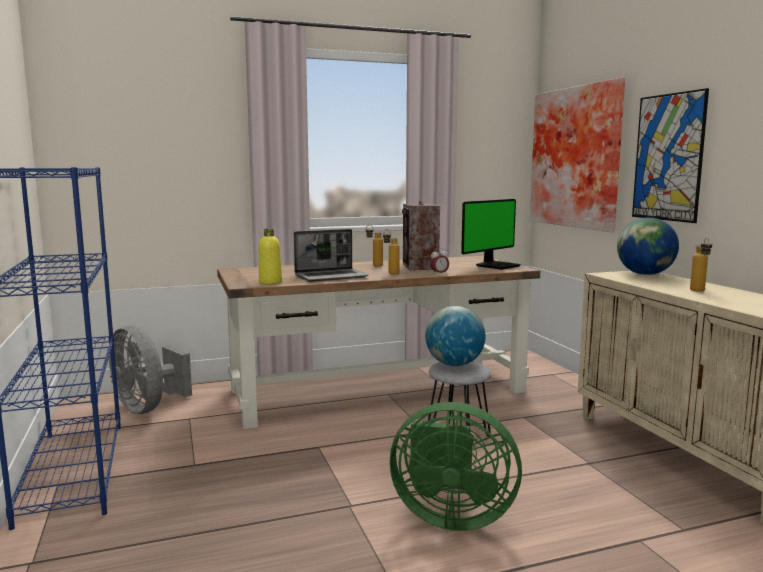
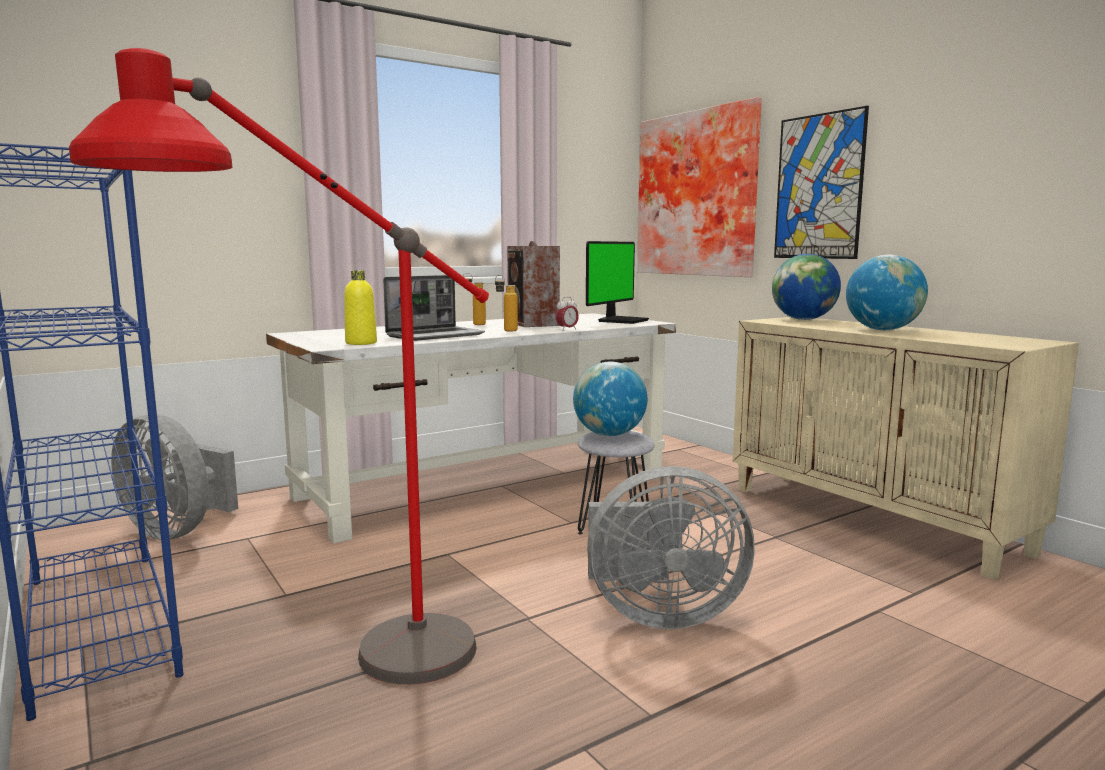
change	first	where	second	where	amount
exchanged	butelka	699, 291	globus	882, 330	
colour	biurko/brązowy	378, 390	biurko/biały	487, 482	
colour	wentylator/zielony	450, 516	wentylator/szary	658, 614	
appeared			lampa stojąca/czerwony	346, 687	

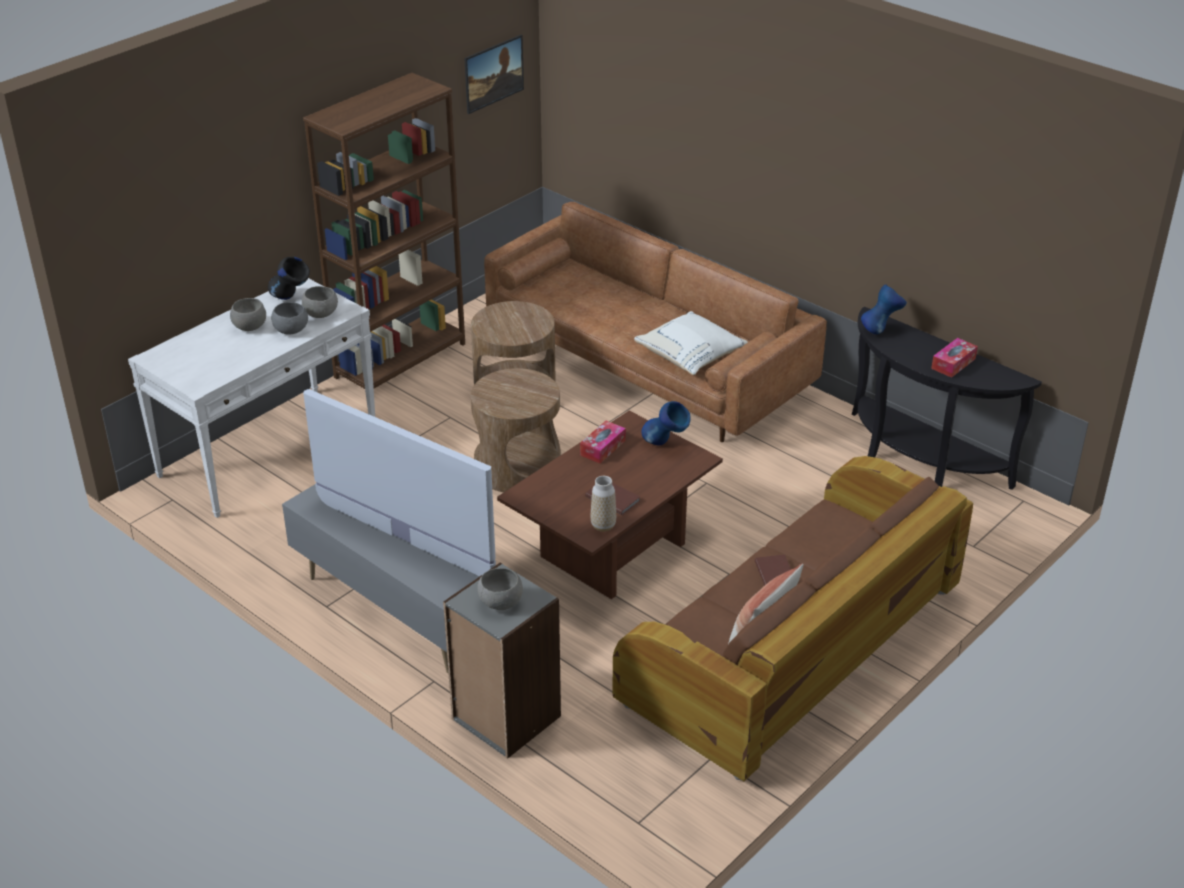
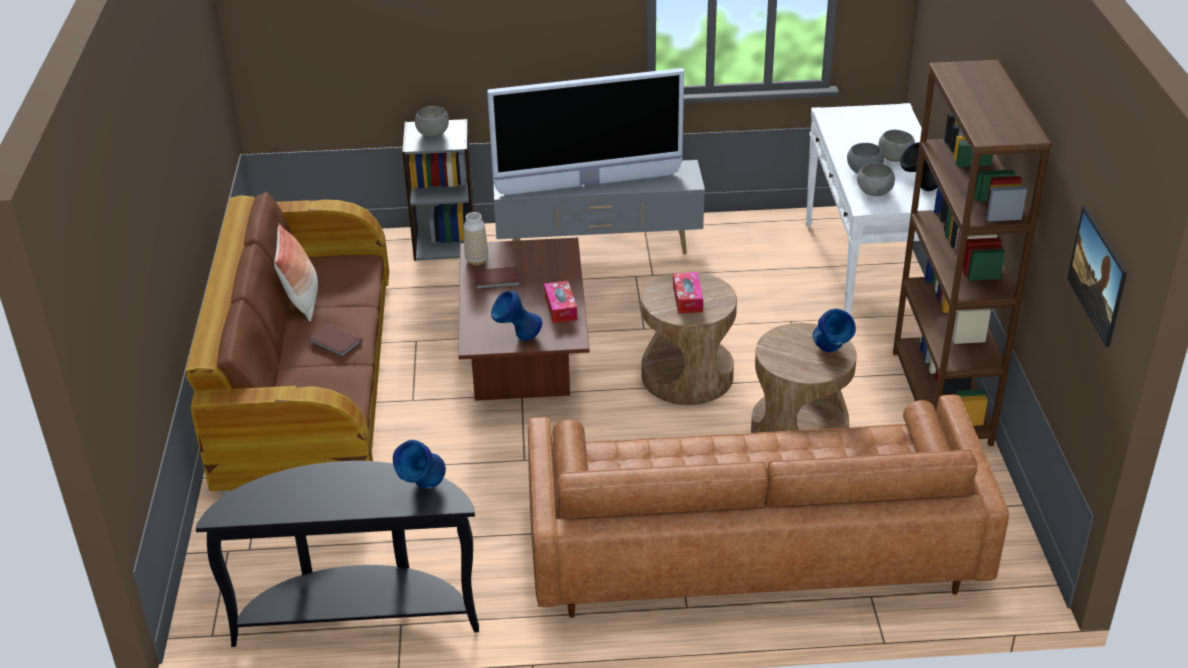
change	first	where	second	where	amount
missing	poduszka/biały	691, 357			
relocated	pudełko chusteczek	953, 363		687, 299	
appeared			wazon/niebieski	831, 354	

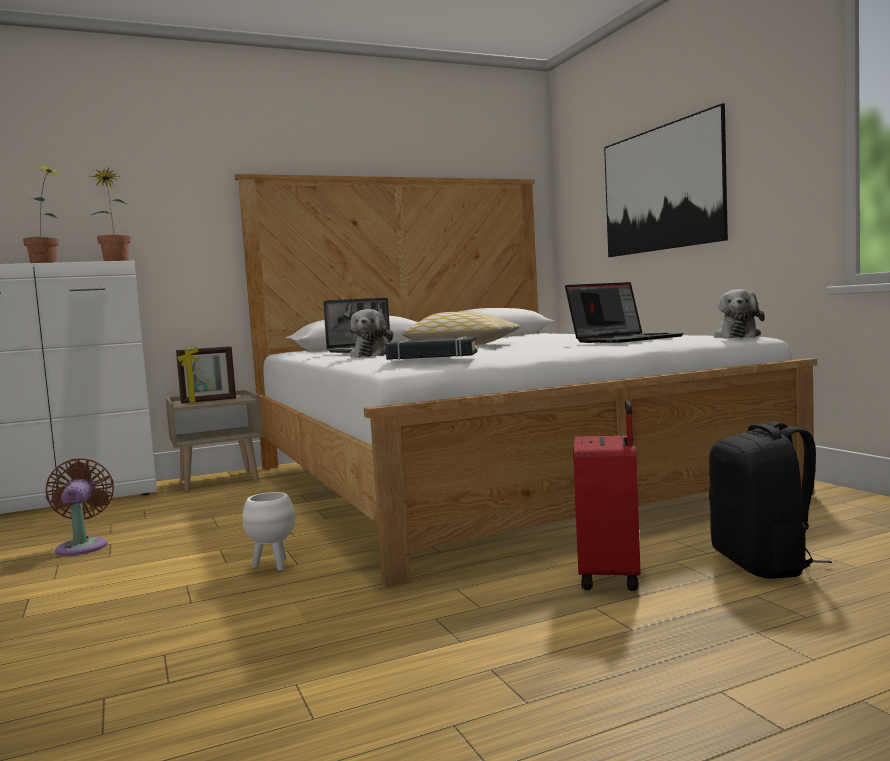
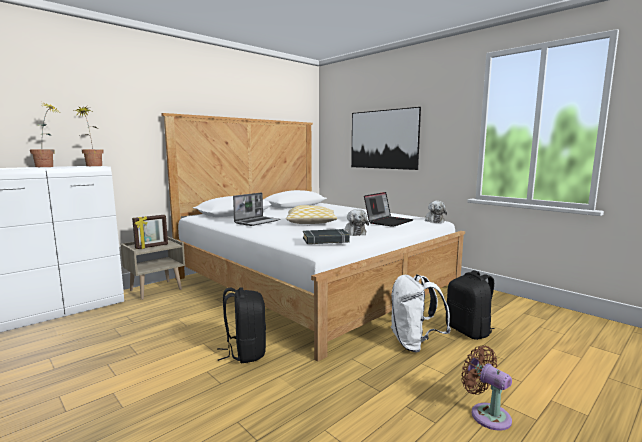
change	first	where	second	where	amount
relocated	pluszak	372, 355		354, 232	
exchanged	walizka/czerwony	611, 576	plecak/biały	414, 344	
relocated	wentylator/brązowy	83, 546		486, 414	
exchanged	donica/biały	272, 566	plecak/czarny	245, 352	

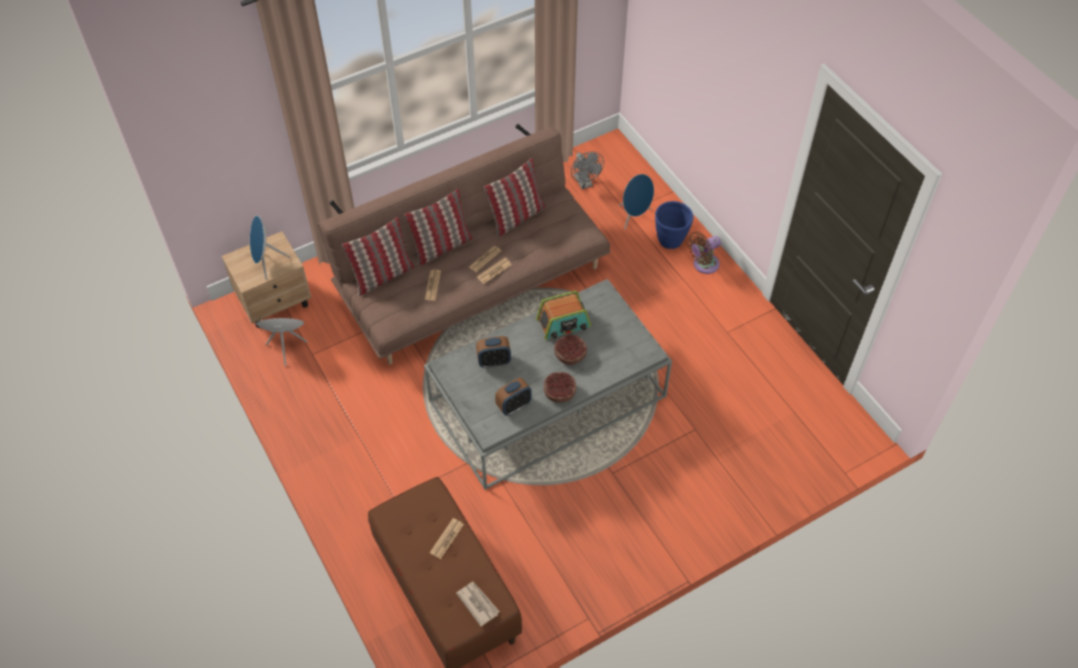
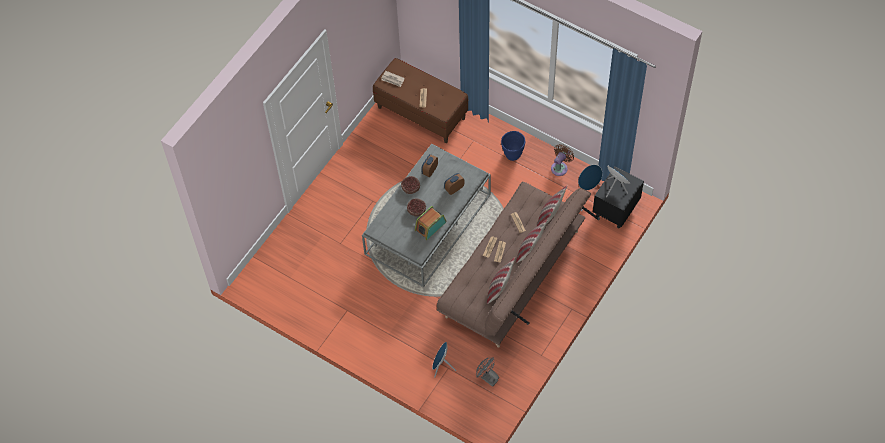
change	first	where	second	where	amount
relocated	donica/niebieski	670, 241		512, 155	
colour	szafka nocna/beżowy	275, 302	szafka nocna/czarny	615, 210	
relocated	wentylator/brązowy	703, 265		560, 167	

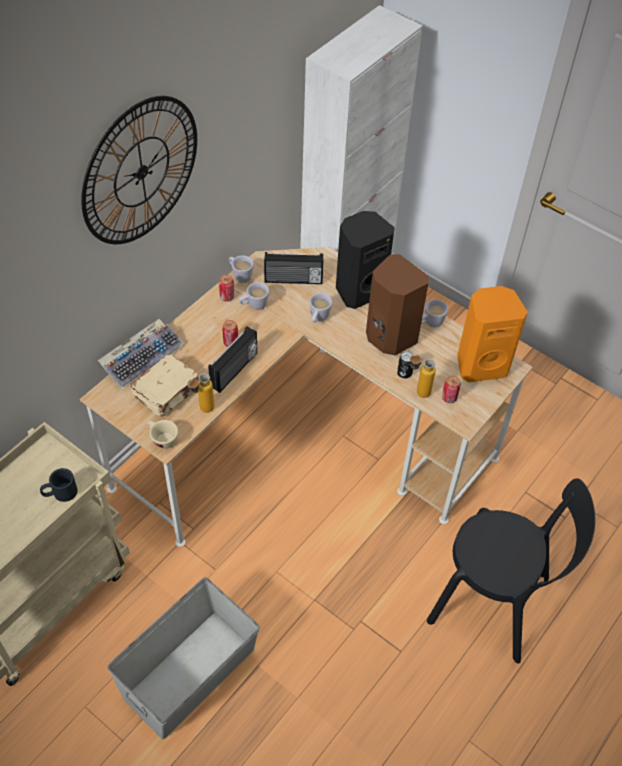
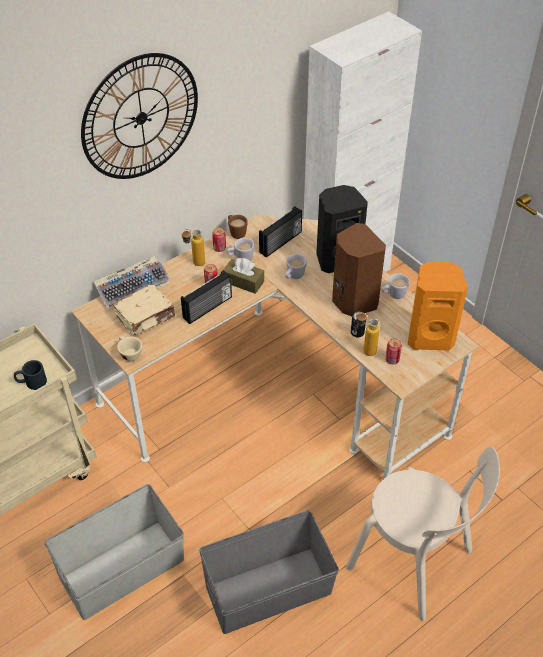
change	first	where	second	where	amount
spun	radio	293, 280		281, 242	60 degrees counterclockwise
colour	kubek/biały	240, 275	kubek/brązowy	236, 232	
relocated	butelka	202, 411		194, 264	
colour	krzesło/czarny	495, 602	krzesło/beżowy	414, 563	
appeared			pudełko chusteczek/brązowy	243, 281	
appeared			pojemnik do przechowywania/szary	267, 589	

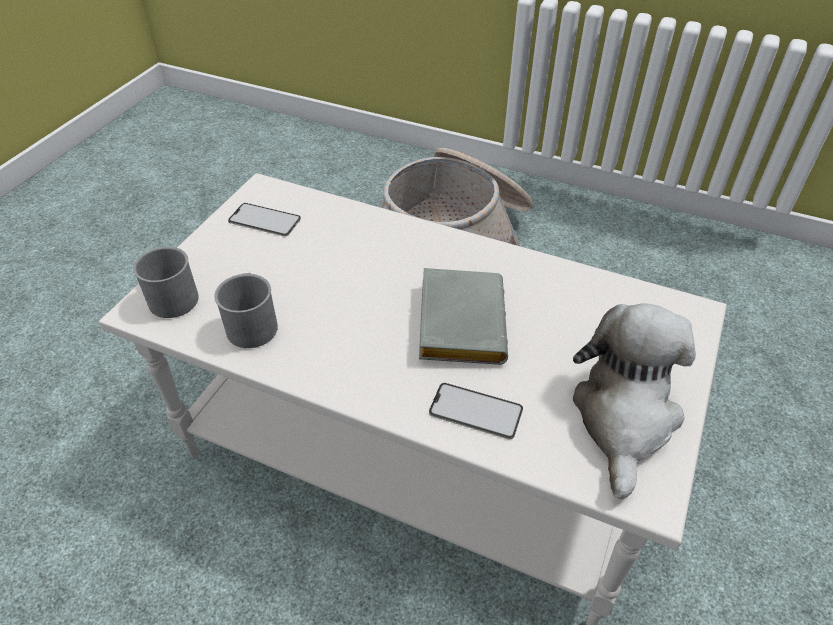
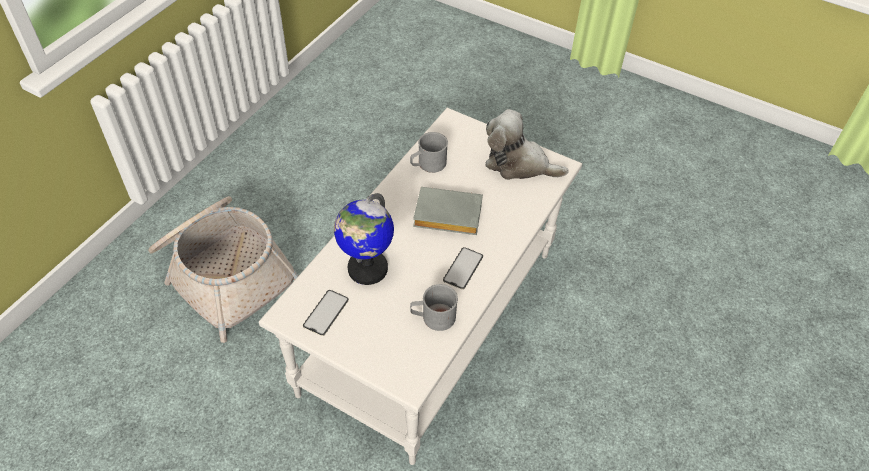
change	first	where	second	where	amount
relocated	kubek/szary	170, 296		428, 164	
relocated	telefon	475, 411		463, 268	
appeared			globus	367, 268	

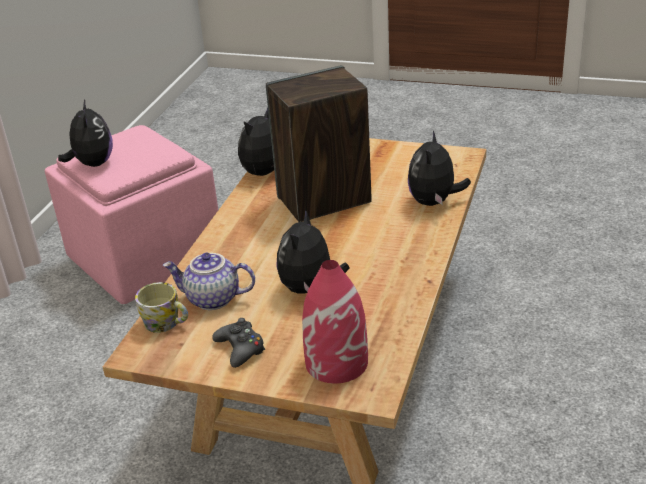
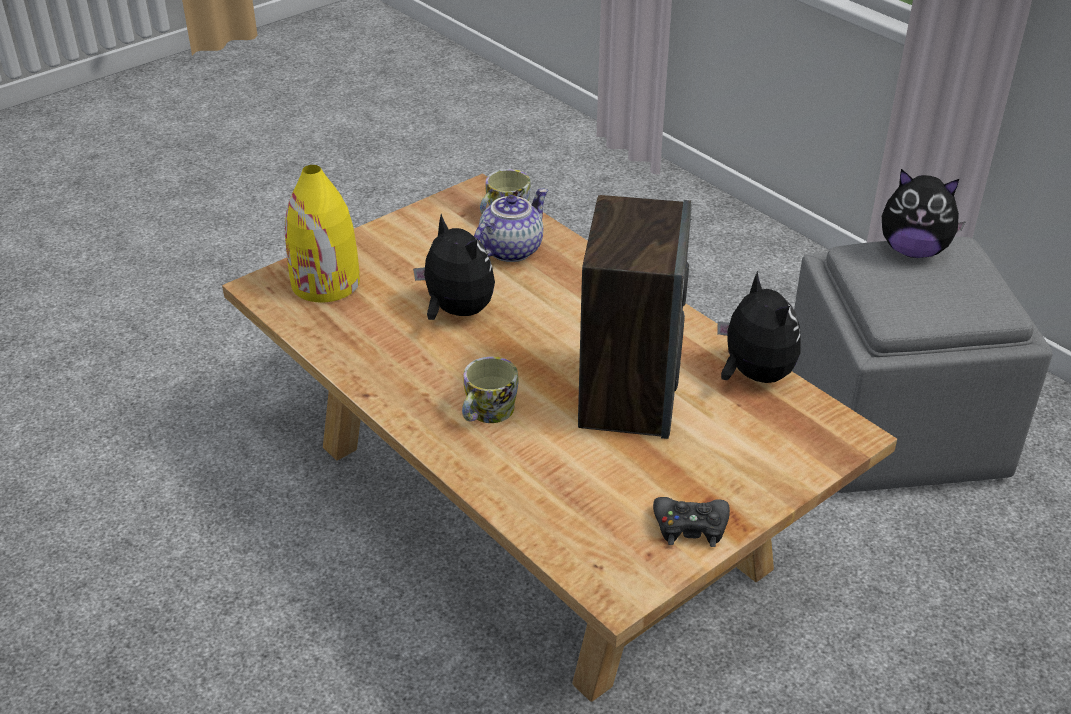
change	first	where	second	where	amount
colour	pufa/różowy	146, 258	pufa/szary	895, 431	
missing	pluszak	434, 202			
colour	wazon/czerwony	337, 362	wazon/żółty	326, 283	
relocated	pad do gier/czarny	240, 349		690, 527	
appeared			kubek	486, 413	

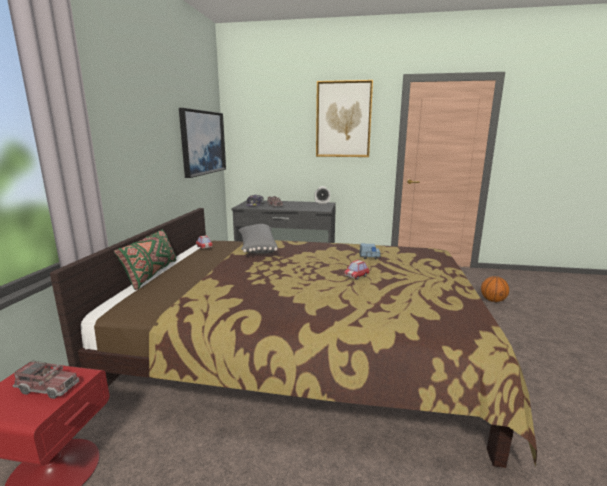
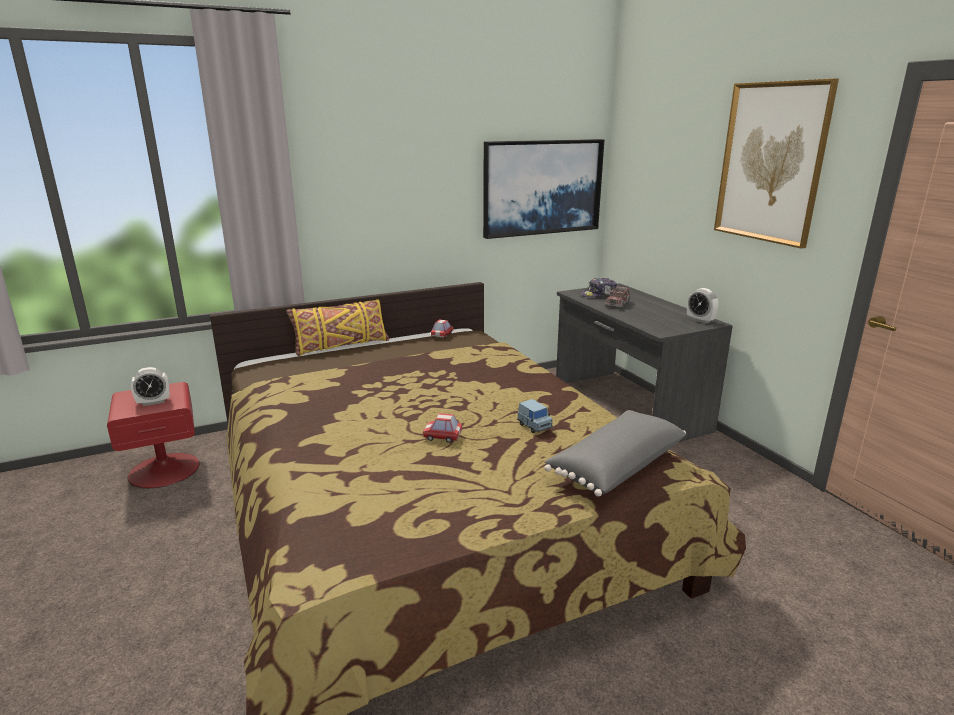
change	first	where	second	where	amount
relocated	poduszka/szary	257, 248		615, 466	
colour	poduszka/zielony	151, 274	poduszka/żółty	341, 346	
missing	piłka do koszykówki	493, 300			
exchanged	ciężarówka zabawkowa	48, 387	budzik	153, 402	

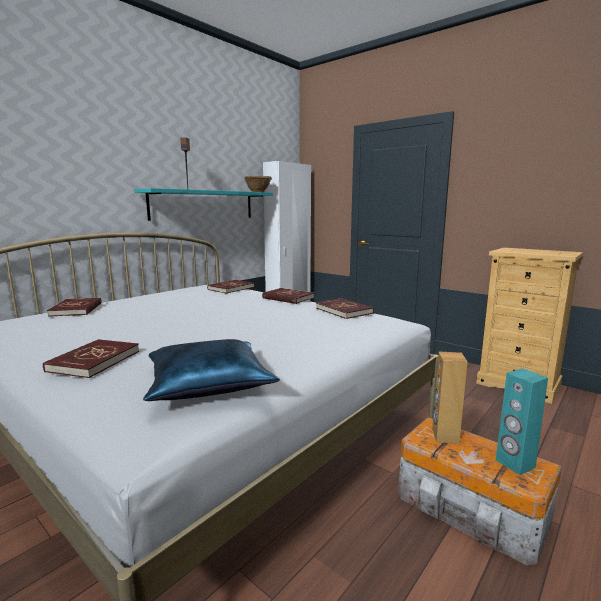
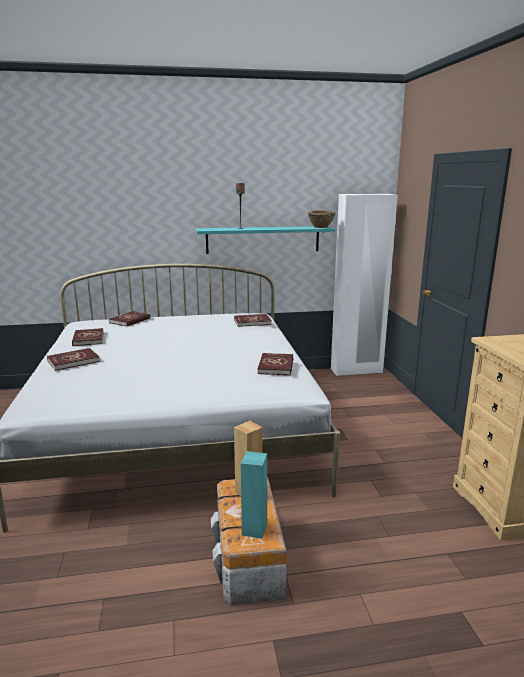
change	first	where	second	where	amount
relocated	książka/czerwony	288, 298		88, 339	
missing	poduszka/niebieski	209, 383			

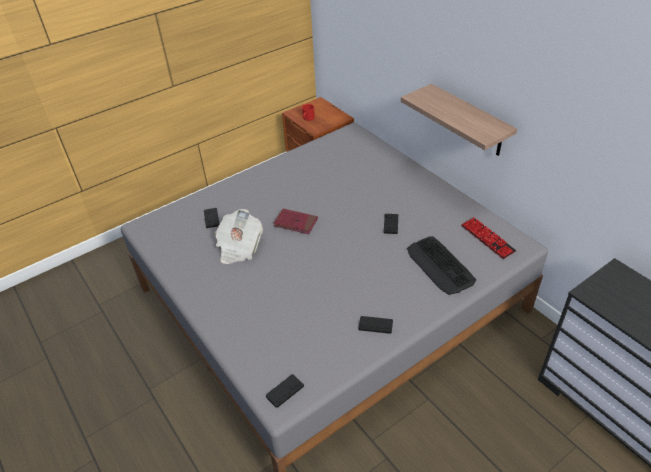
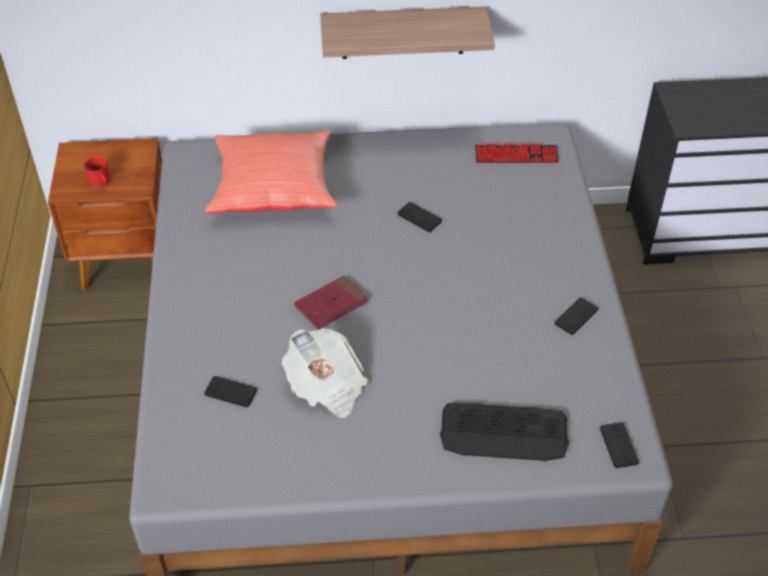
change	first	where	second	where	amount
relocated	klawiatura	440, 265		504, 432	
appeared			poduszka/czerwony	273, 189	

